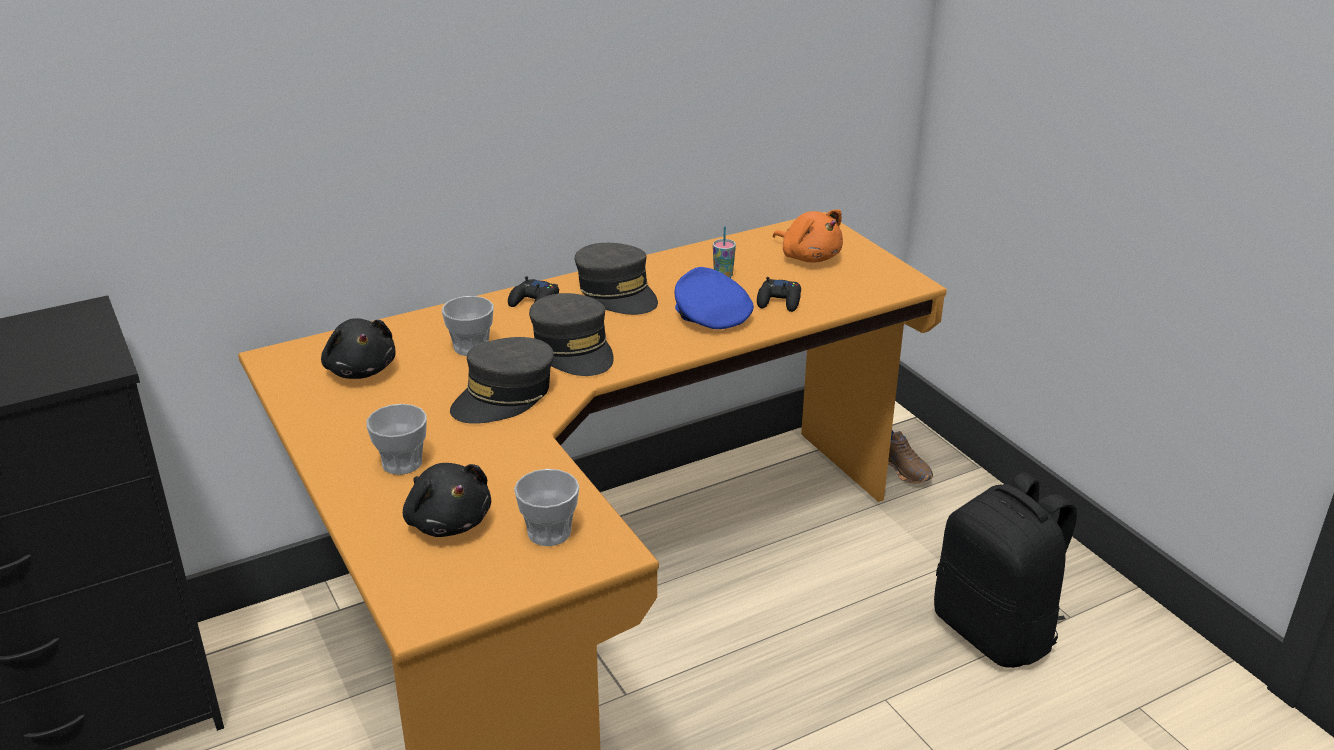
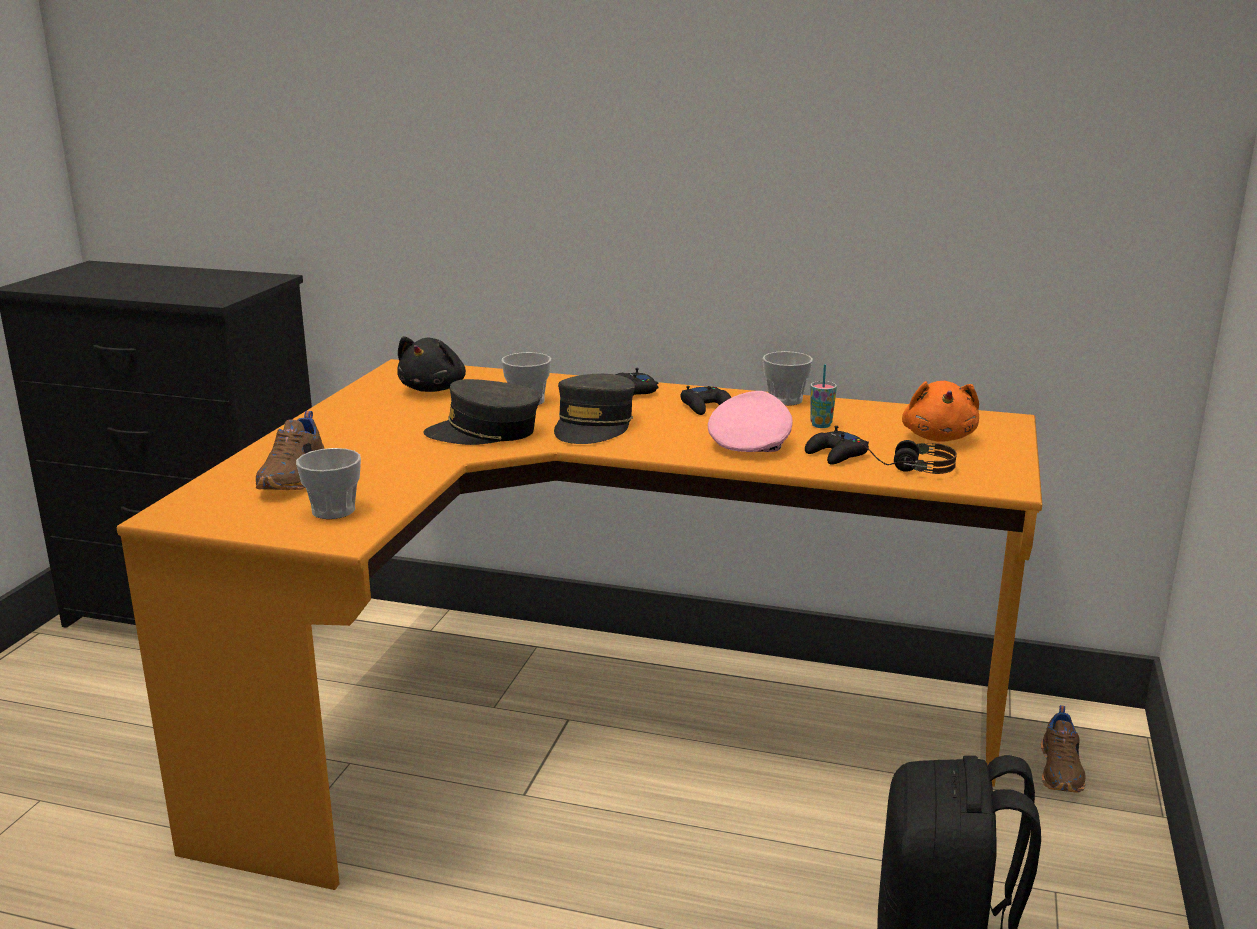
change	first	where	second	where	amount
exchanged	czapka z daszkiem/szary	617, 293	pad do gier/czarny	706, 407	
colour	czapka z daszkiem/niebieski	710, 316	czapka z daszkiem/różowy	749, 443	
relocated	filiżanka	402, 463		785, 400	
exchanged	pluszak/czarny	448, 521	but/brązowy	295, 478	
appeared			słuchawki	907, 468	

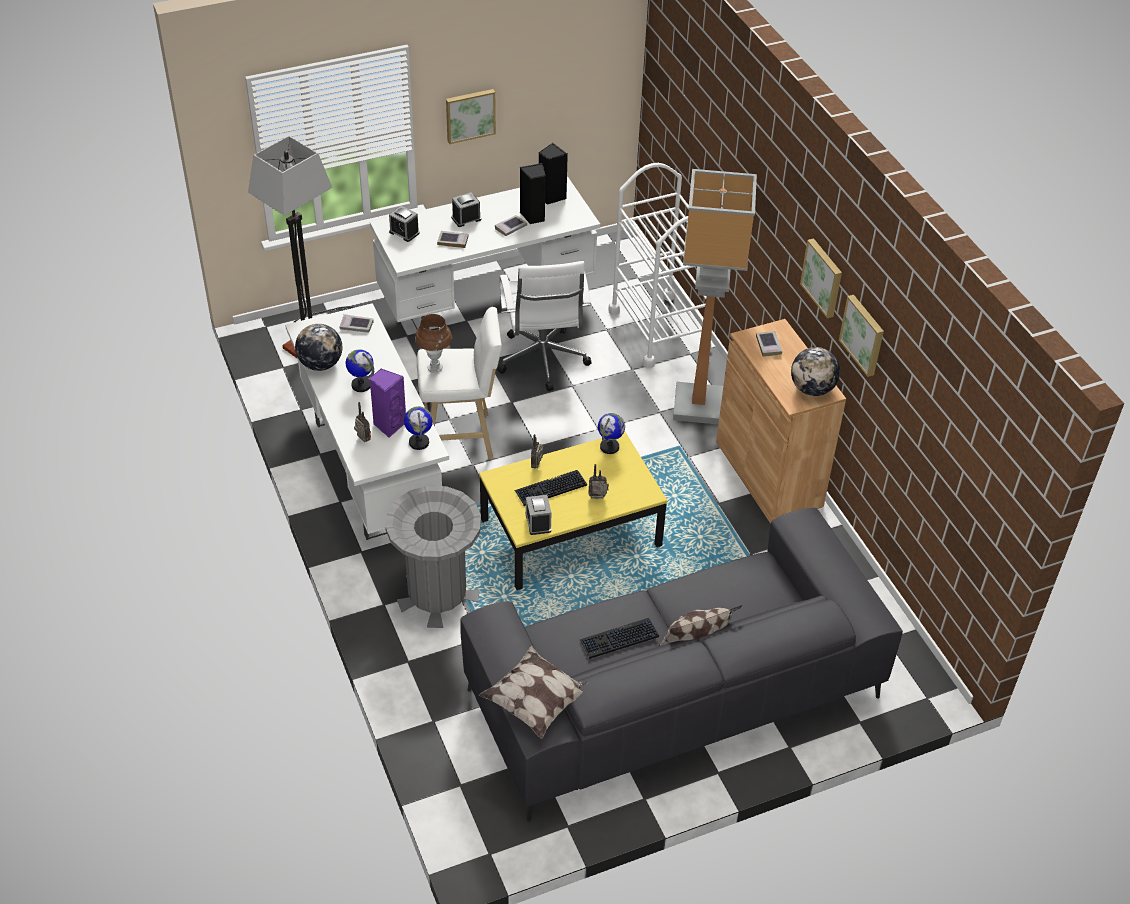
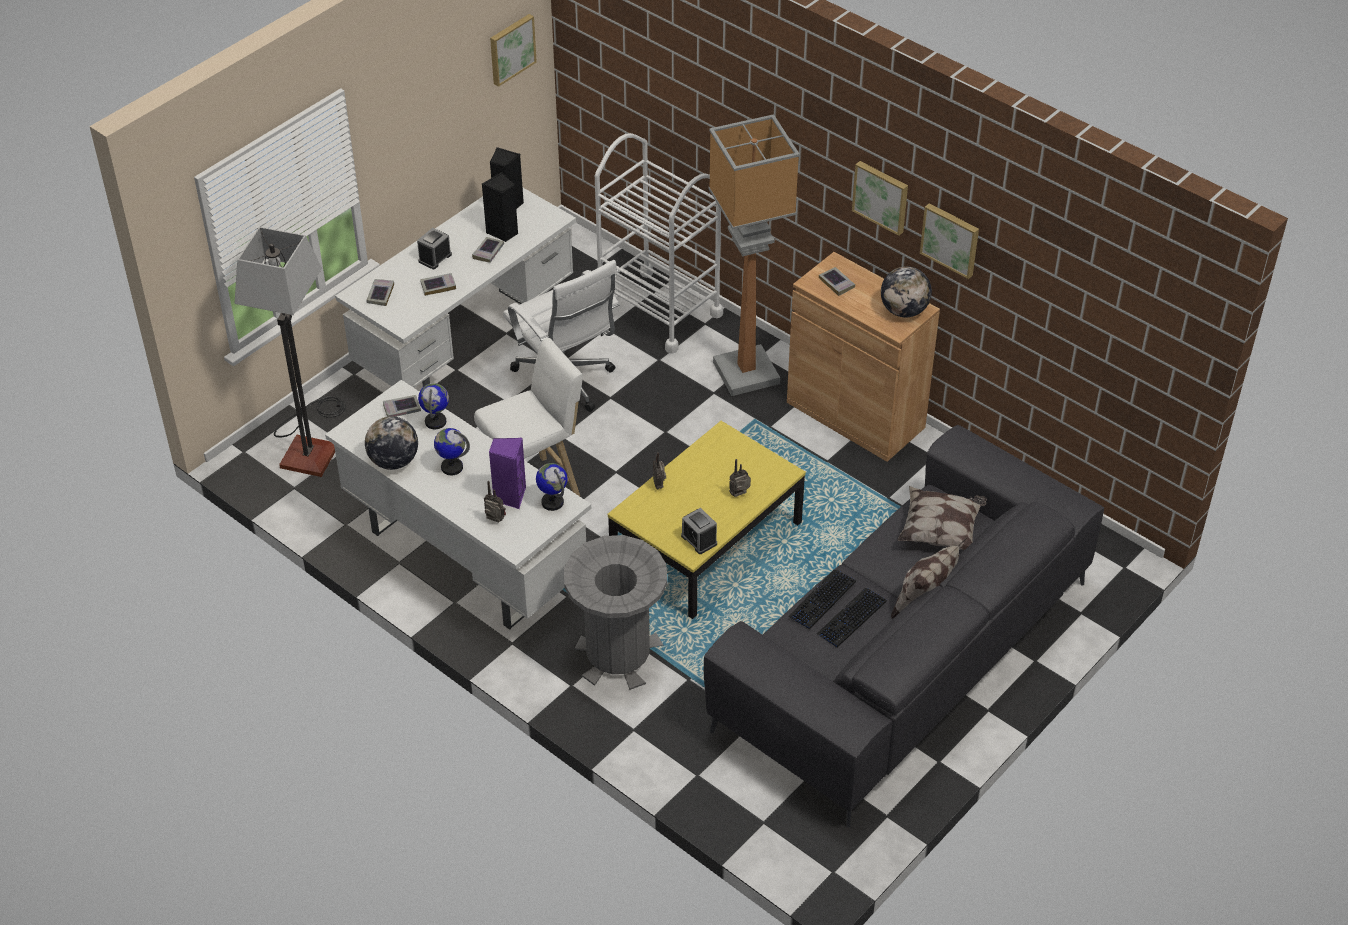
change	first	where	second	where	amount
relocated	obraz	470, 115		511, 49	
exchanged	budzik	404, 232	książka	380, 294	
missing	lampa stołowa/brązowy	435, 368			
relocated	globus	610, 447		436, 421	
relocated	klawiatura	550, 488		822, 600	
relocated	poduszka	537, 702		941, 531	

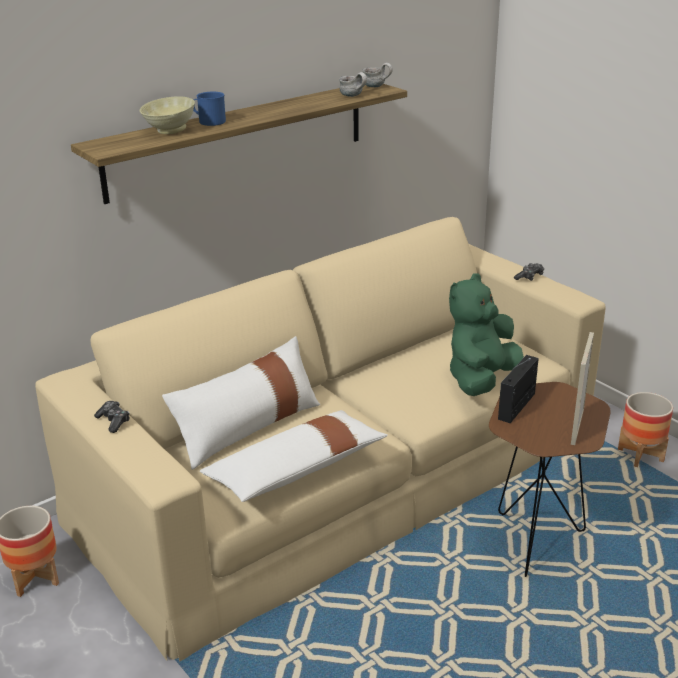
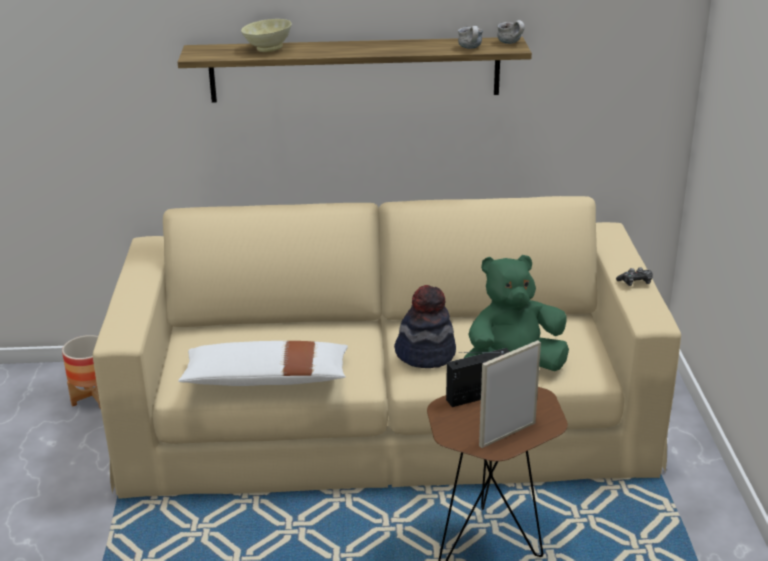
change	first	where	second	where	amount
missing	kubek/niebieski	208, 121			
missing	poduszka/biały	248, 428			
missing	donica	640, 455			
missing	pad do gier	113, 421			
appeared			kapelusz	425, 354	

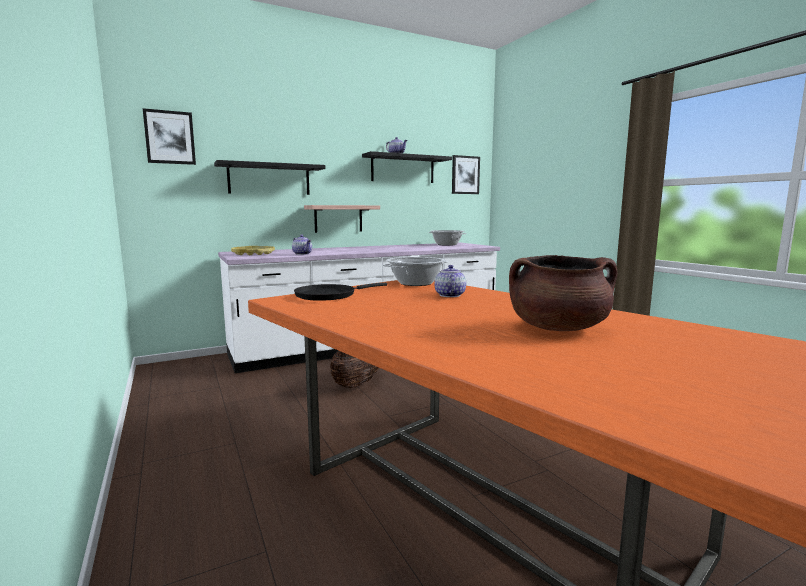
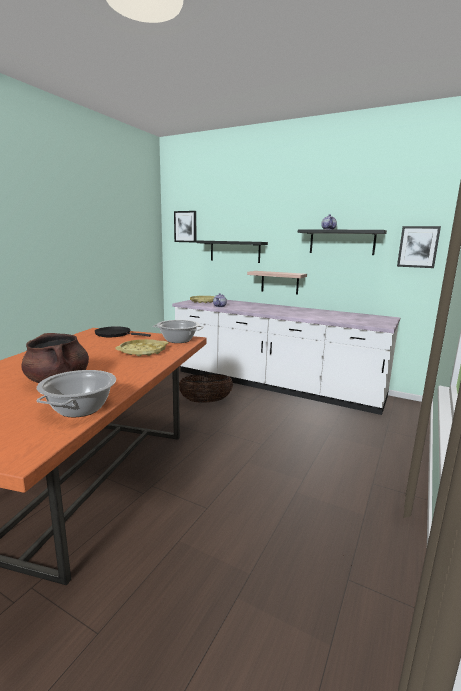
change	first	where	second	where	amount
relocated	garnek	447, 244		80, 409	
exchanged	imbryk	449, 295	taca/żółty	142, 351	

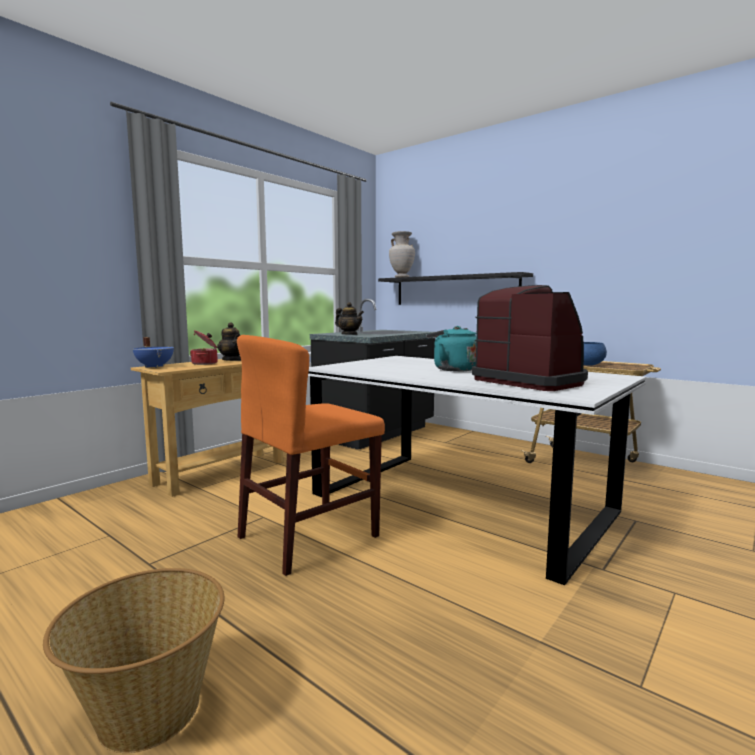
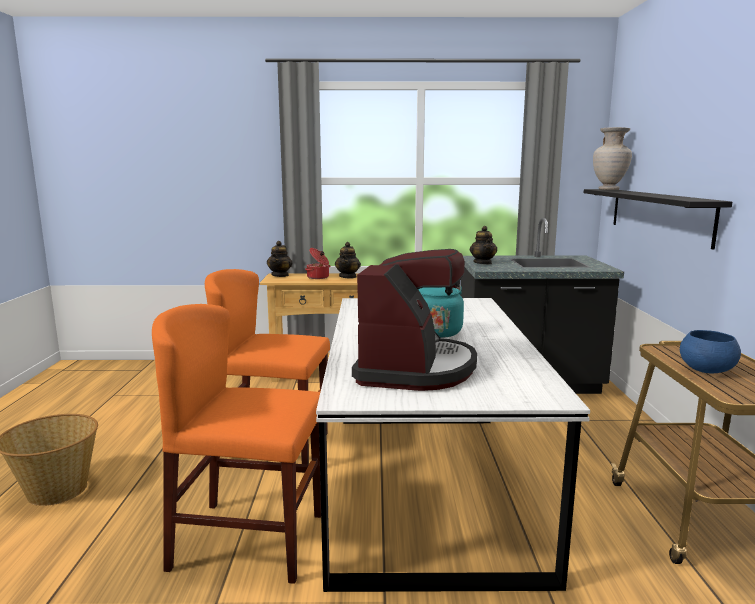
change	first	where	second	where	amount
exchanged	garnek/niebieski	155, 366	imbryk	280, 275	
appeared			krzesło/pomarańczowy	249, 540	

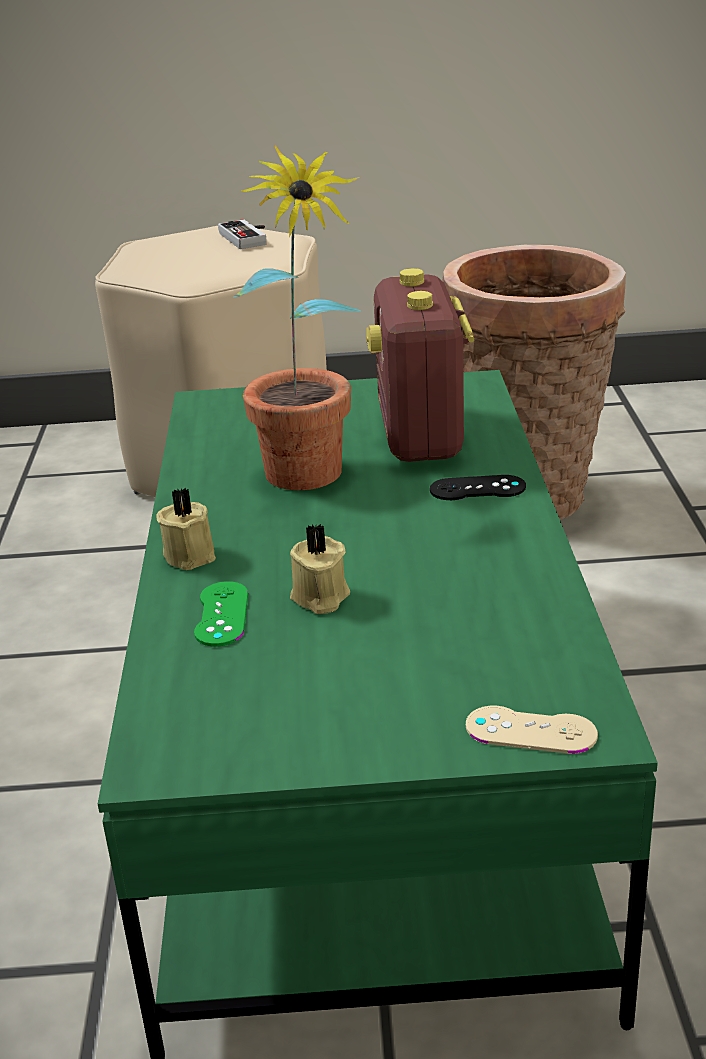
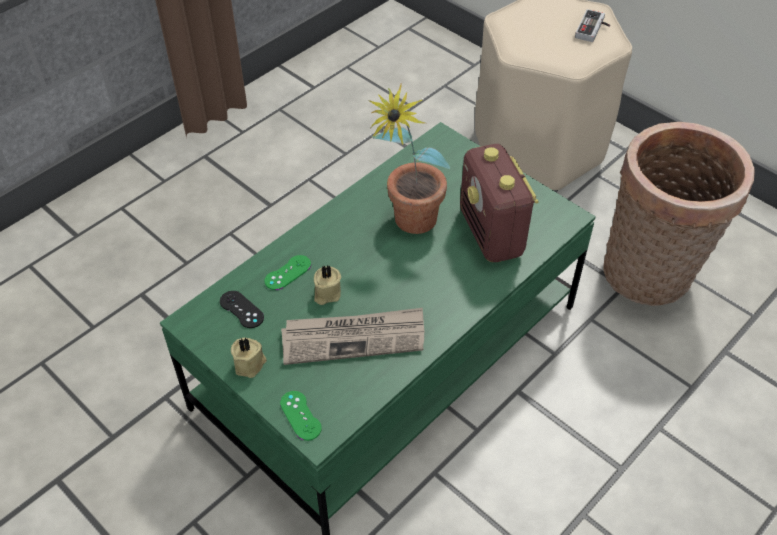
change	first	where	second	where	amount
spun	radio	421, 435		491, 234	60 degrees counterclockwise
relocated	pad do gier/czarny	477, 488		241, 309	
relocated	świeca/beżowy	191, 554		250, 364	
colour	pad do gier/beżowy	530, 730	pad do gier/zielony	300, 415	
appeared			gazeta	354, 338	

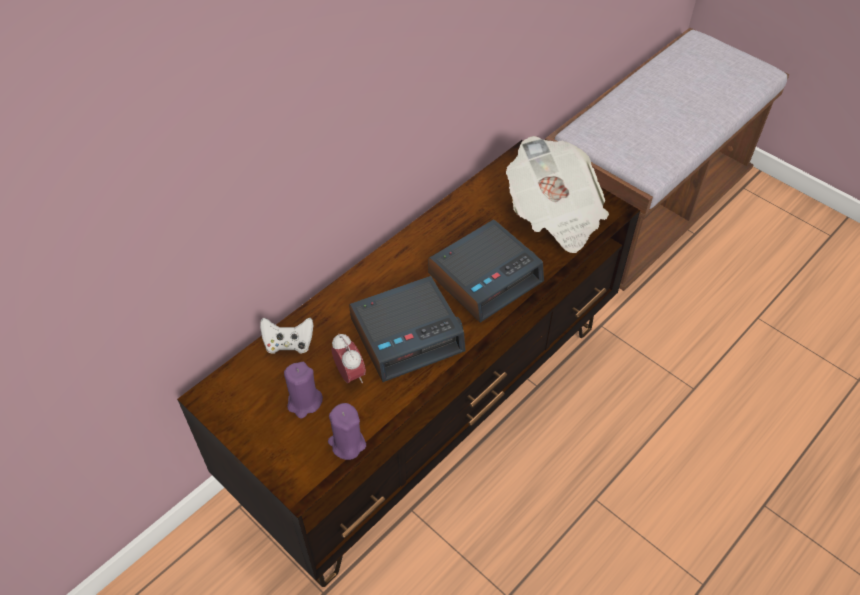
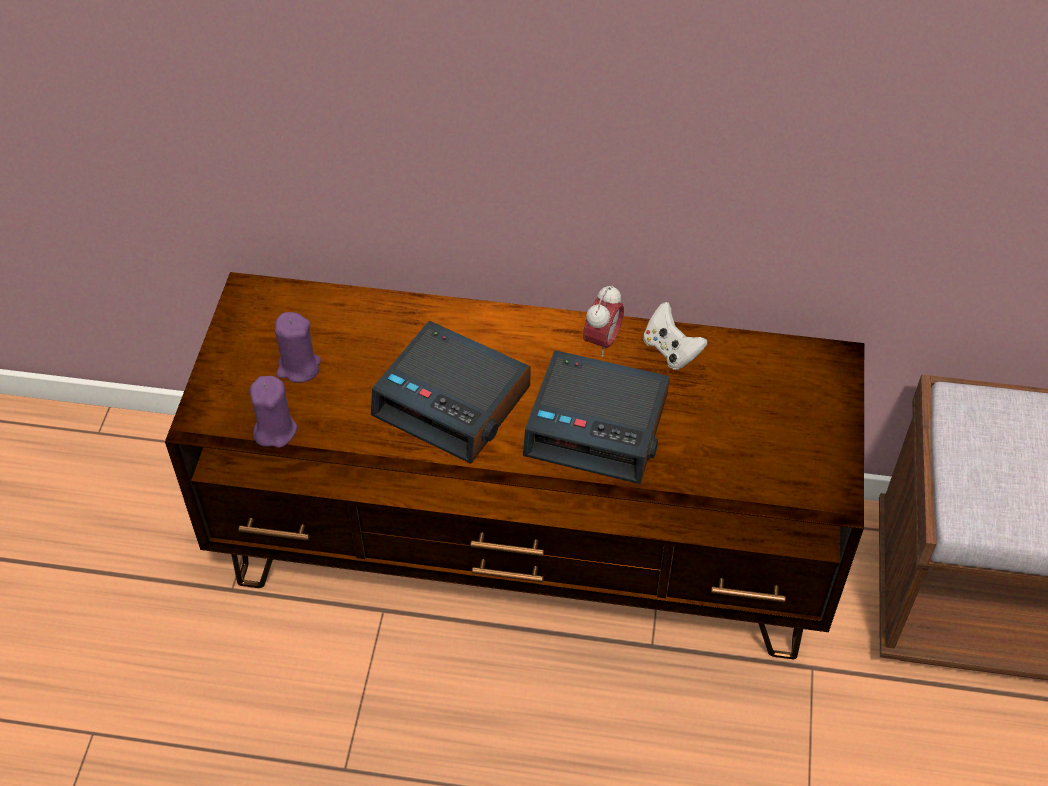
change	first	where	second	where	amount
missing	gazeta	555, 214			
relocated	pad do gier/biały	289, 344		671, 350	
relocated	budzik	350, 375		602, 341	

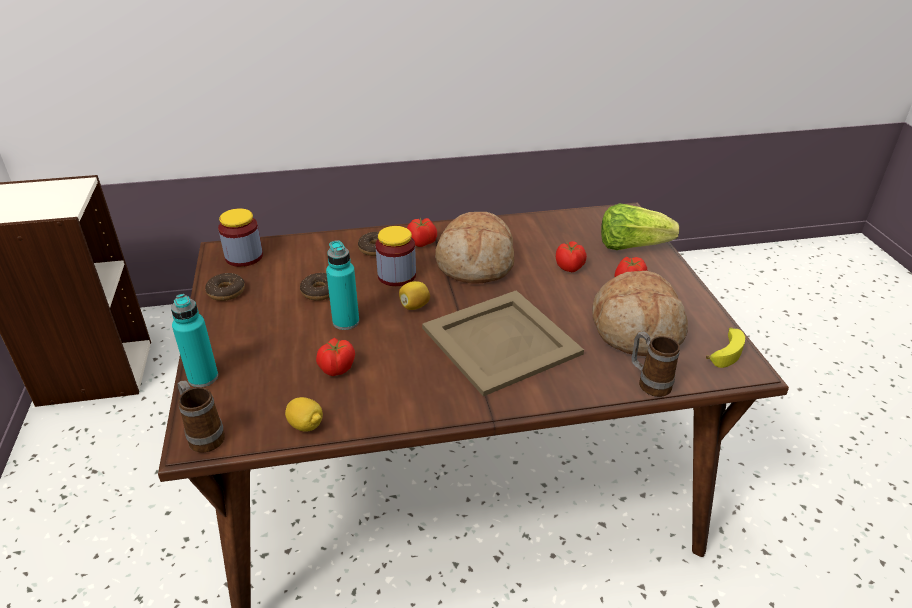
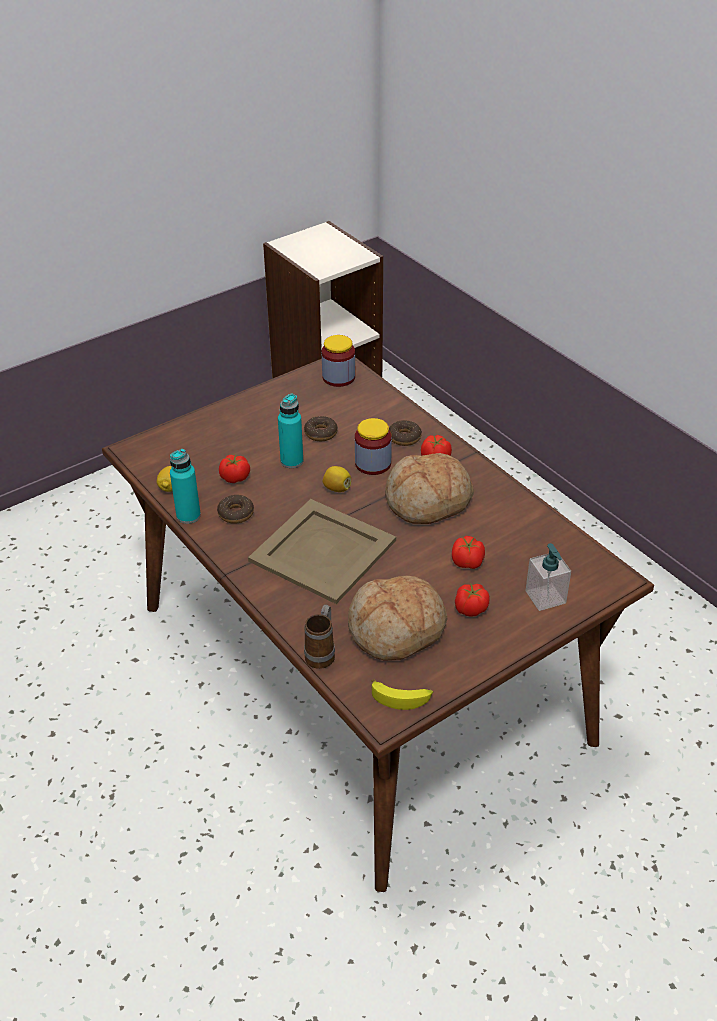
change	first	where	second	where	amount
exchanged	sałata	631, 246	dozownik mydła	545, 597	
relocated	donut	226, 292		236, 513	
relocated	butelka/turkusowy	203, 377		188, 516	
missing	kubek	203, 435			

